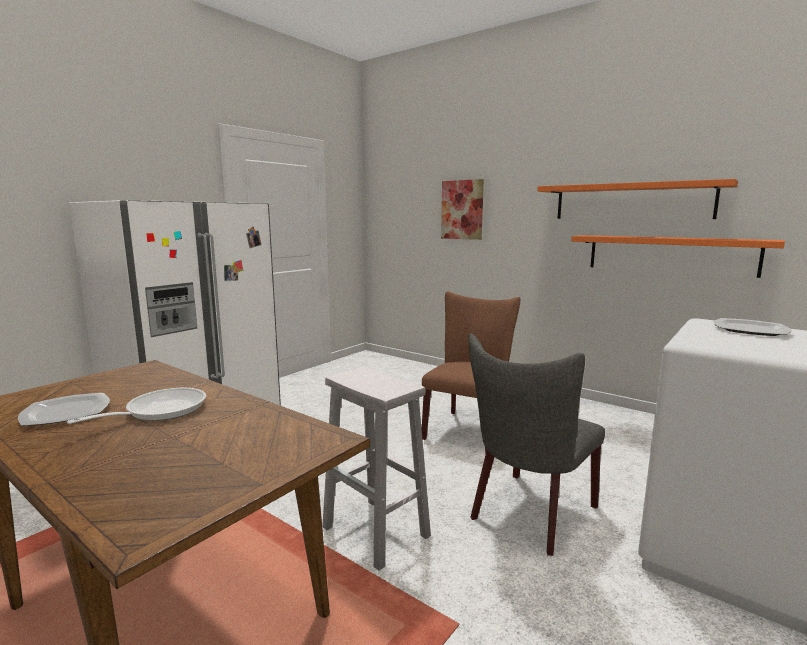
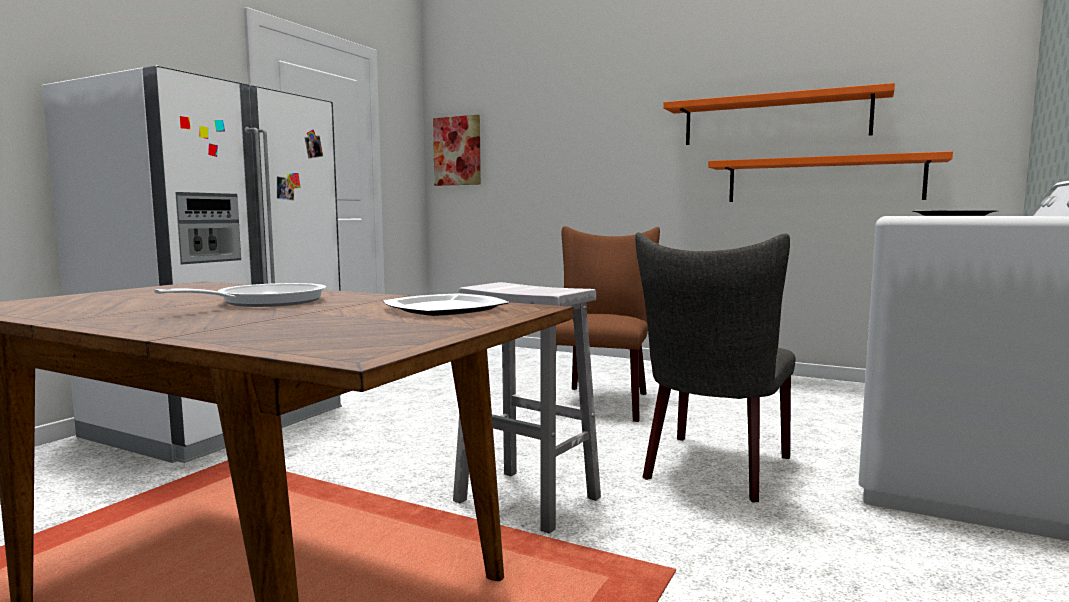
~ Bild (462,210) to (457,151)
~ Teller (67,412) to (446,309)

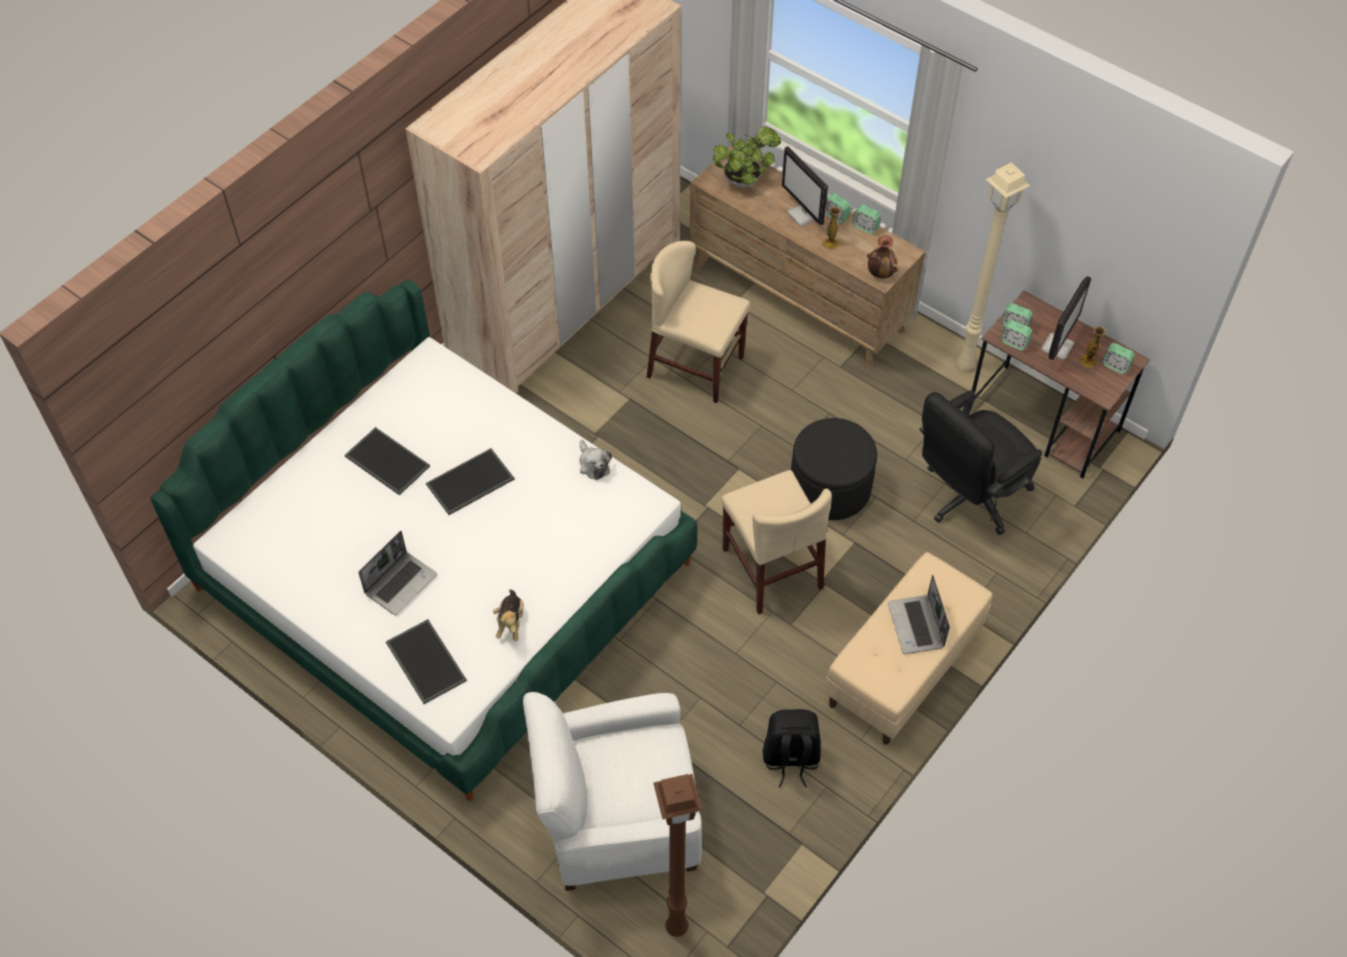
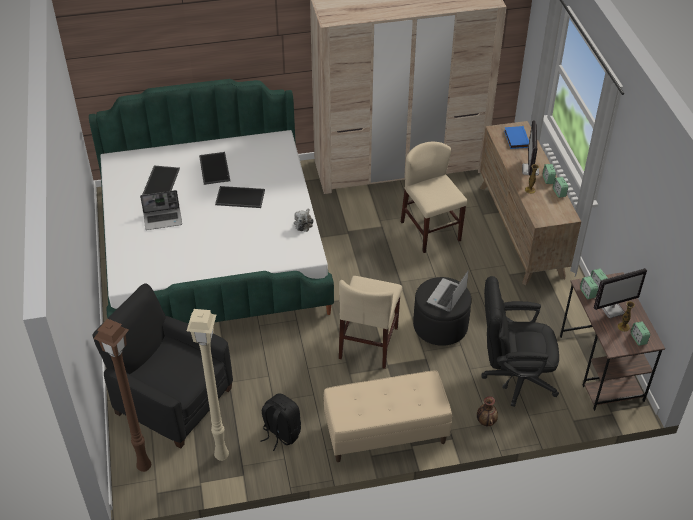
~ Topfpflanze (744,180) to Buch/blau (516,139)
~ Stehlampe/beige (965,366) to (220,456)
~ Vase (880,273) to (486,421)
~ Laptop (917,626) to (447,296)
- Plüschtier (511,622)
~ Tablett (424,661) to (160,181)
~ Sessel/weiß (618,817) to Sessel/schwarz (172,400)

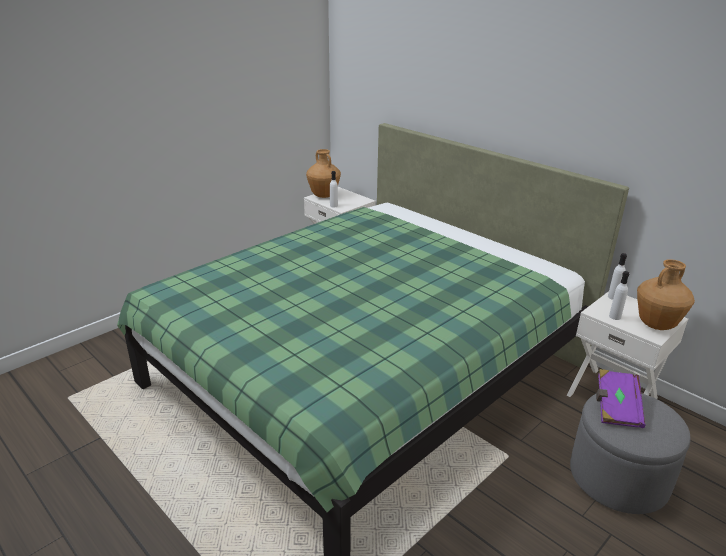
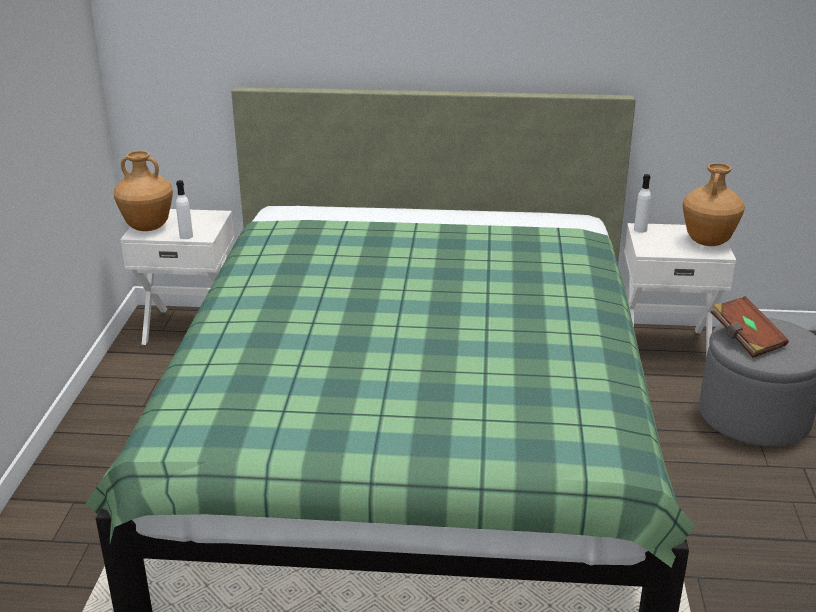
- Flasche/weiß (615,316)
~ Buch/lila (616,408) to Buch/braun (745,339)

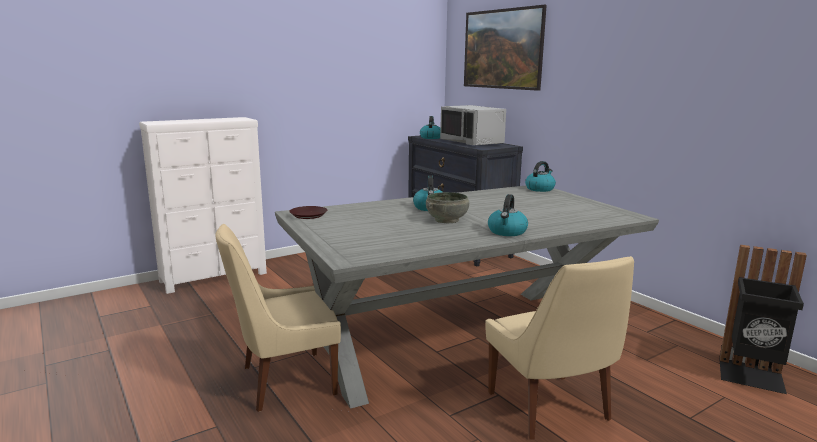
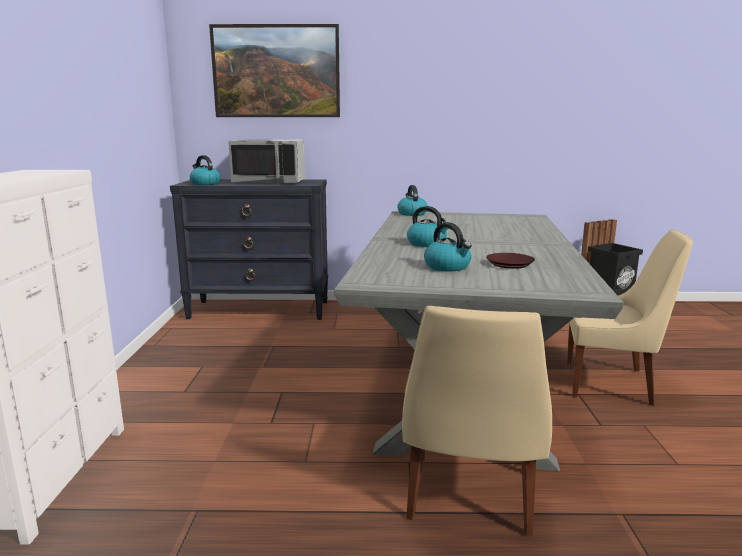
- Schüssel/grau (447,220)
~ Wasserkessel (507,232) to (448,267)
~ Teller/braun (309,215) to (509,264)

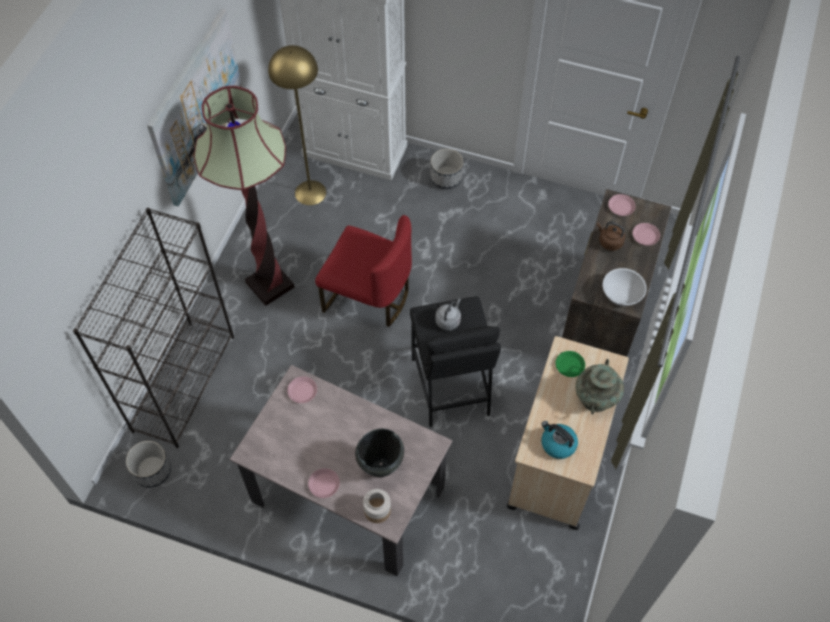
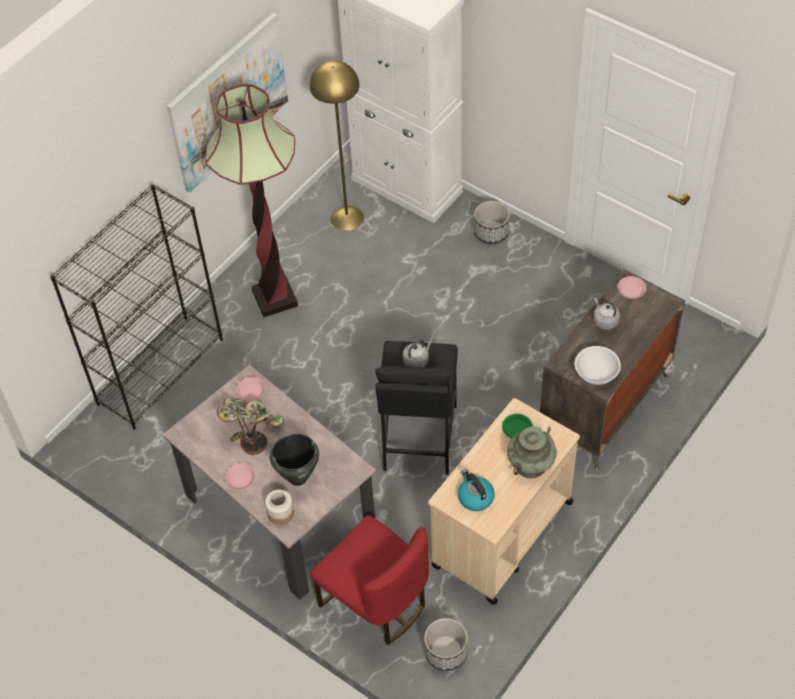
~ Stuhl/rot (368,297) to (376,602)
~ Wasserkessel/braun (609,242) to Wasserkessel/grau (604,320)
- Teller/rosa (645,236)
~ Pflanzkübel (152,471) to (445,653)
+ Topfpflanze (250,430)

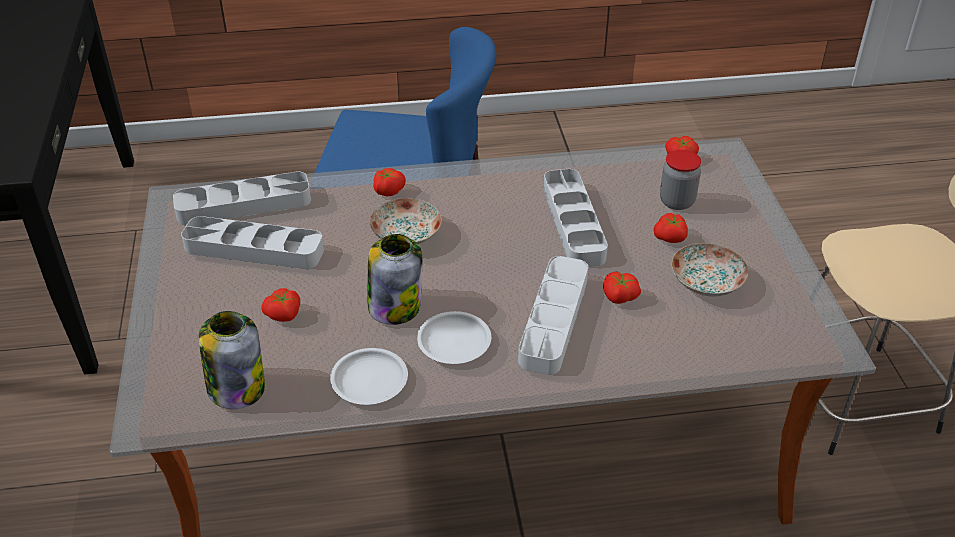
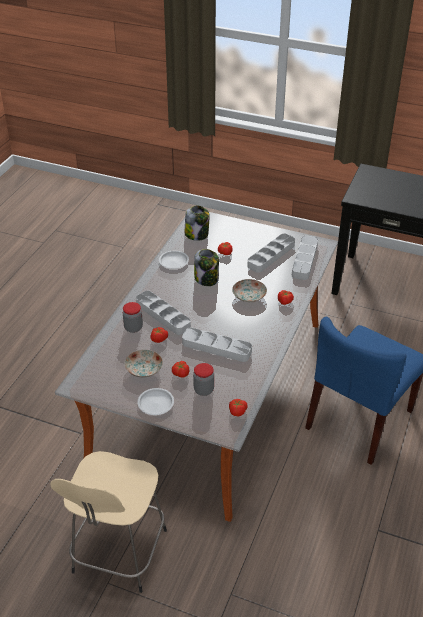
~ Teller/weiß (454,342) to (155,403)
+ Vorratsglas (133,328)

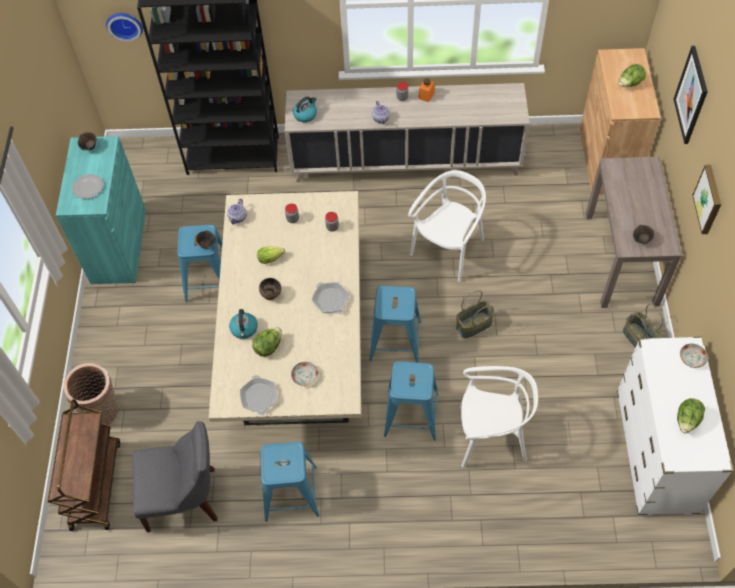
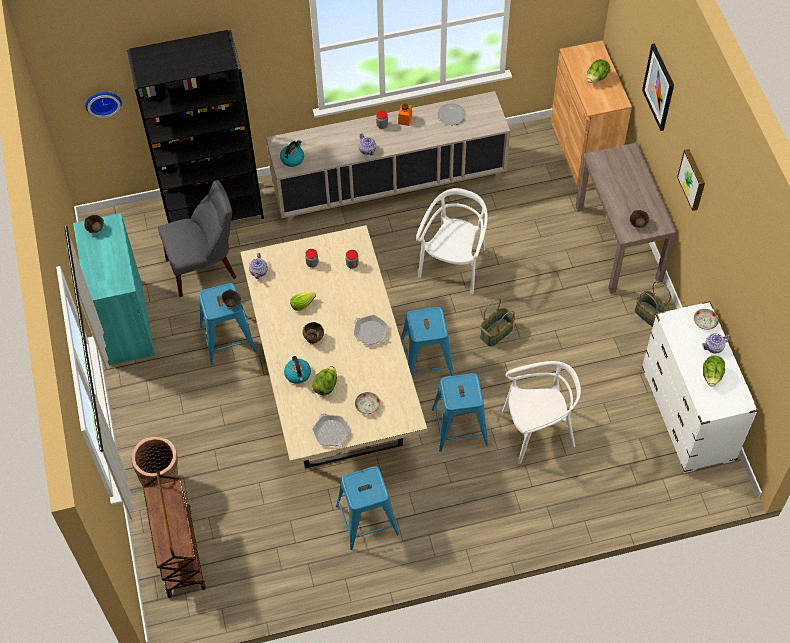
~ Teller (88,187) to (451,115)
~ Stuhl/grau (185,498) to (204,267)
+ Teekanne (714,347)

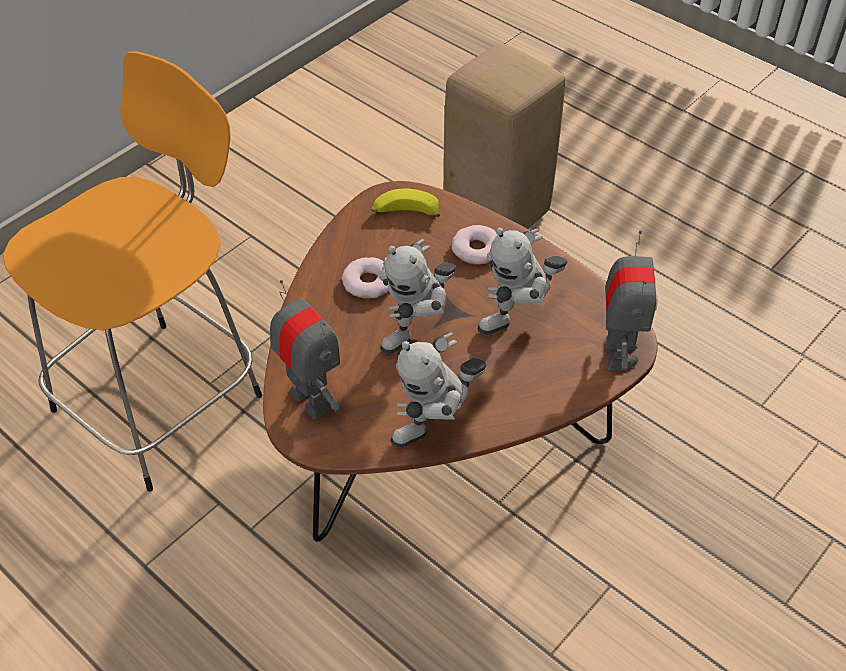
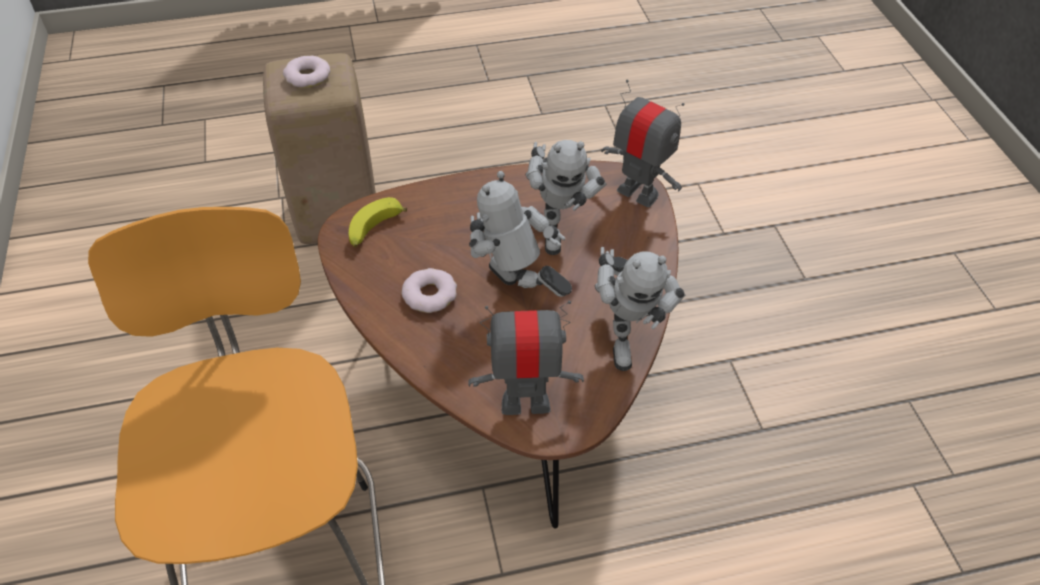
~ Donut (477,249) to (307,76)
~ Spielzeugroboter (419,333) = (517,293) 150 degrees clockwise

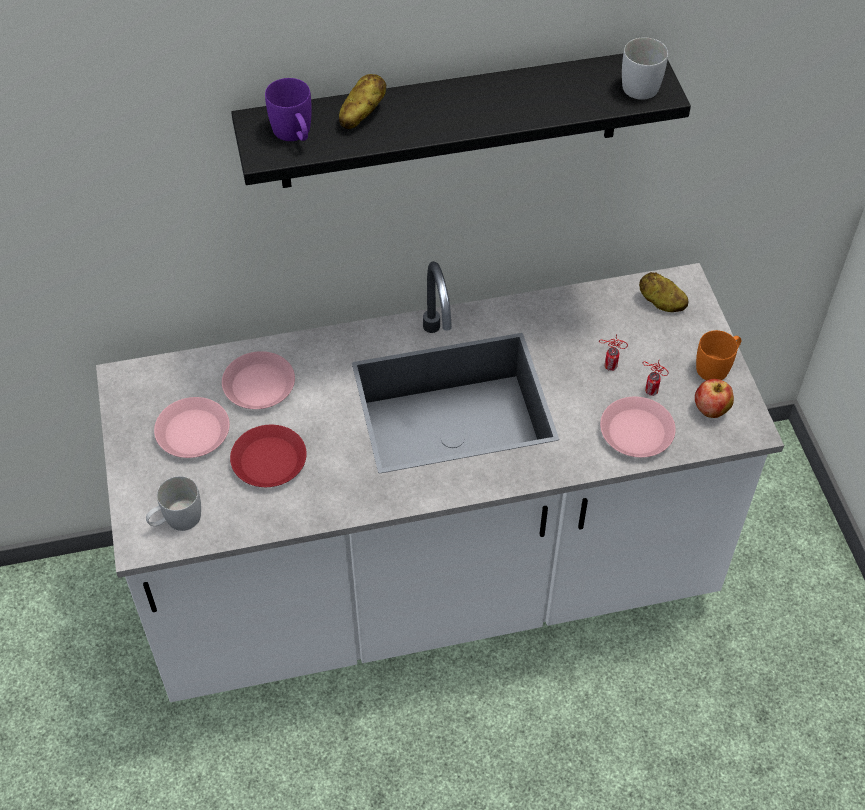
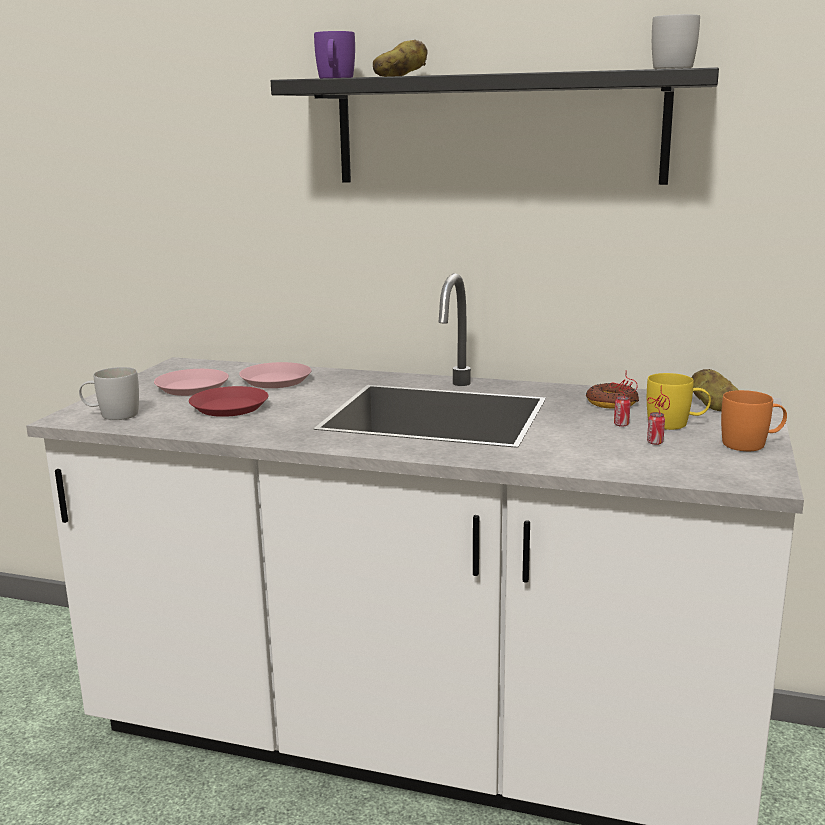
- Apfel (710,410)
- Teller/rosa (636,431)
+ Henkelbecher/gelb (676,424)
+ Donut (611,402)

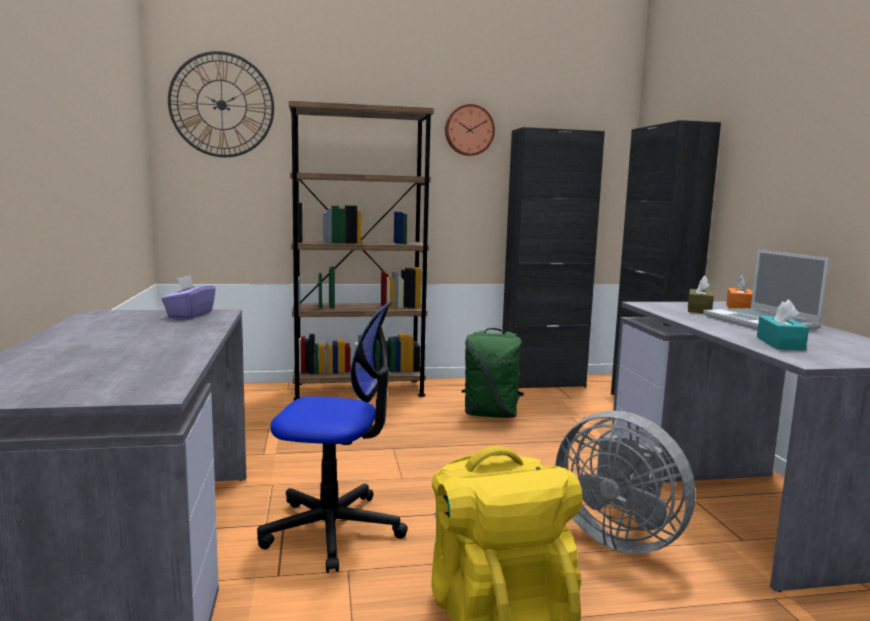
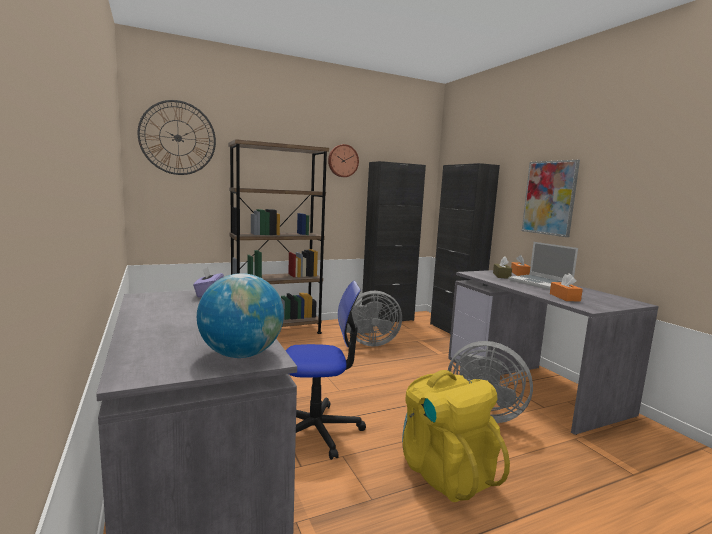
~ Taschentuchbox/türkis (780,343) to Taschentuchbox/orange (564,297)
~ Rucksack/grün (491,414) to Ventilator/grau (369,342)
+ Bild (549,198)
+ Globus (241,354)

